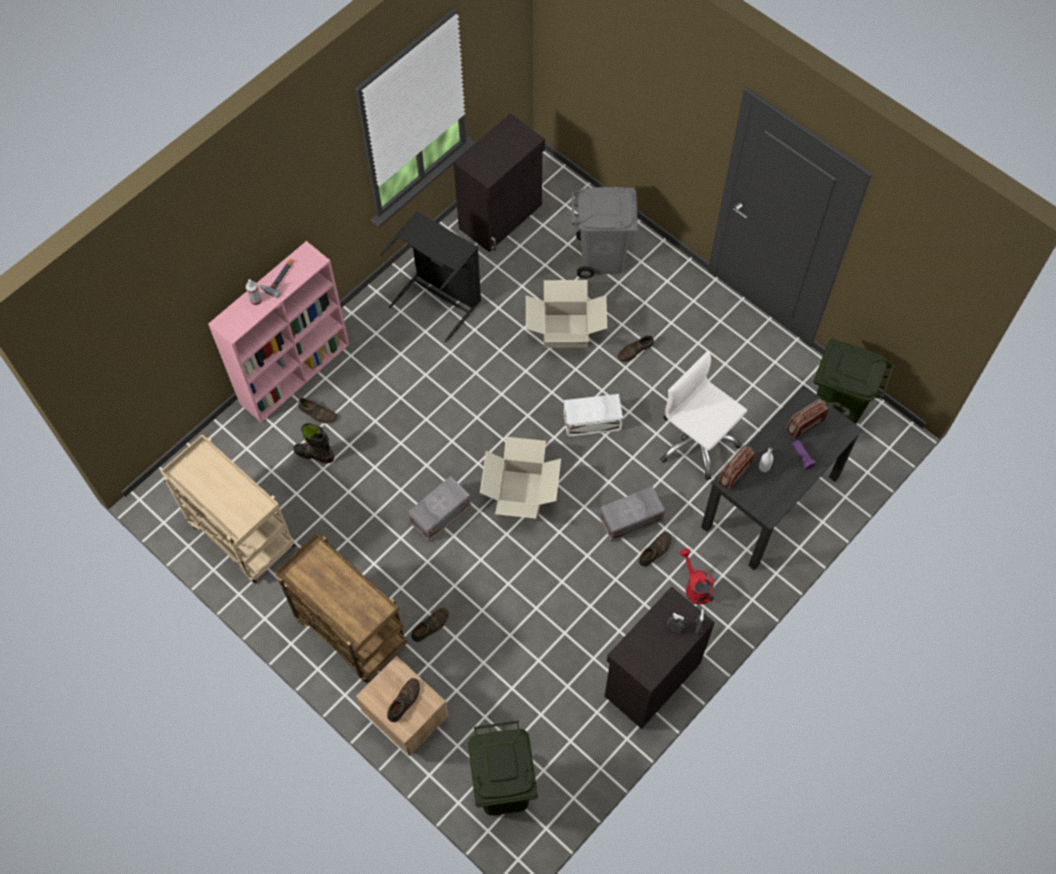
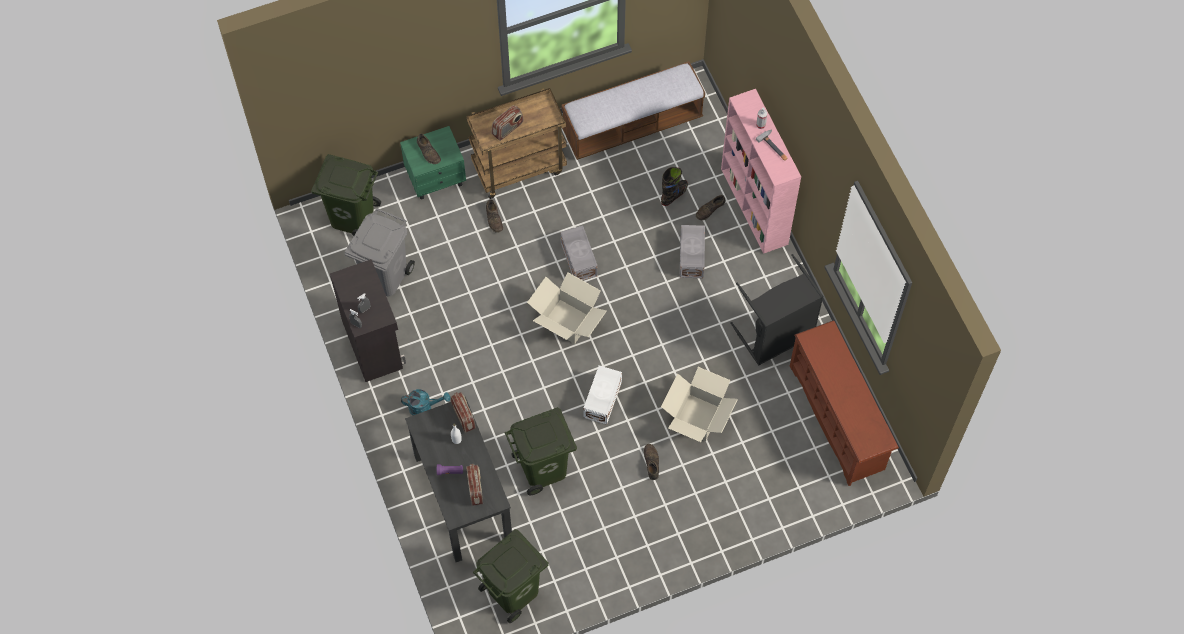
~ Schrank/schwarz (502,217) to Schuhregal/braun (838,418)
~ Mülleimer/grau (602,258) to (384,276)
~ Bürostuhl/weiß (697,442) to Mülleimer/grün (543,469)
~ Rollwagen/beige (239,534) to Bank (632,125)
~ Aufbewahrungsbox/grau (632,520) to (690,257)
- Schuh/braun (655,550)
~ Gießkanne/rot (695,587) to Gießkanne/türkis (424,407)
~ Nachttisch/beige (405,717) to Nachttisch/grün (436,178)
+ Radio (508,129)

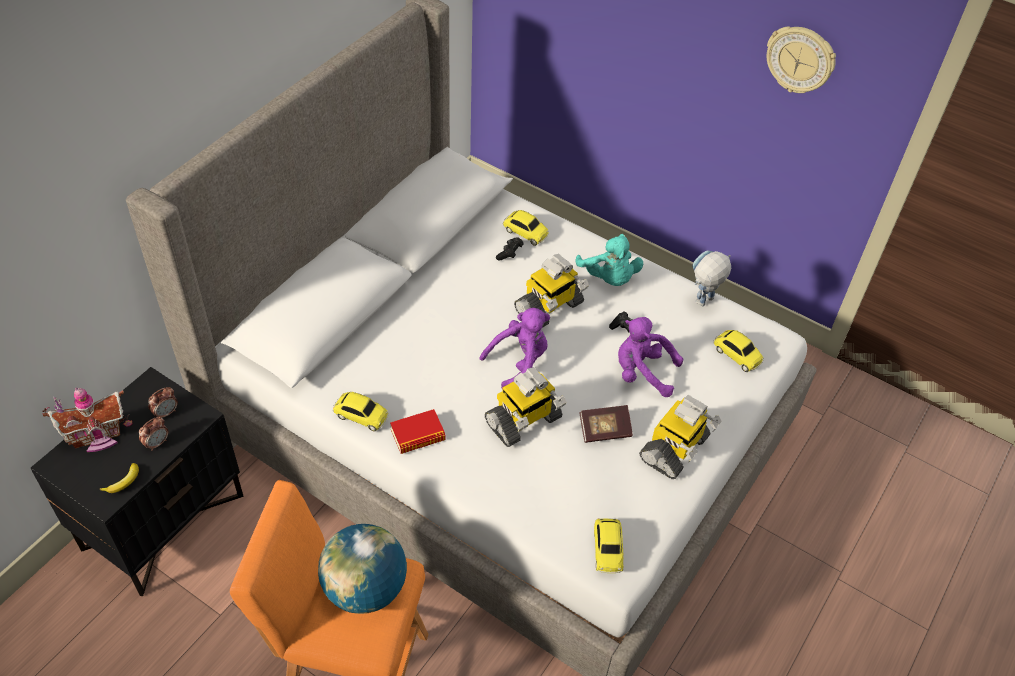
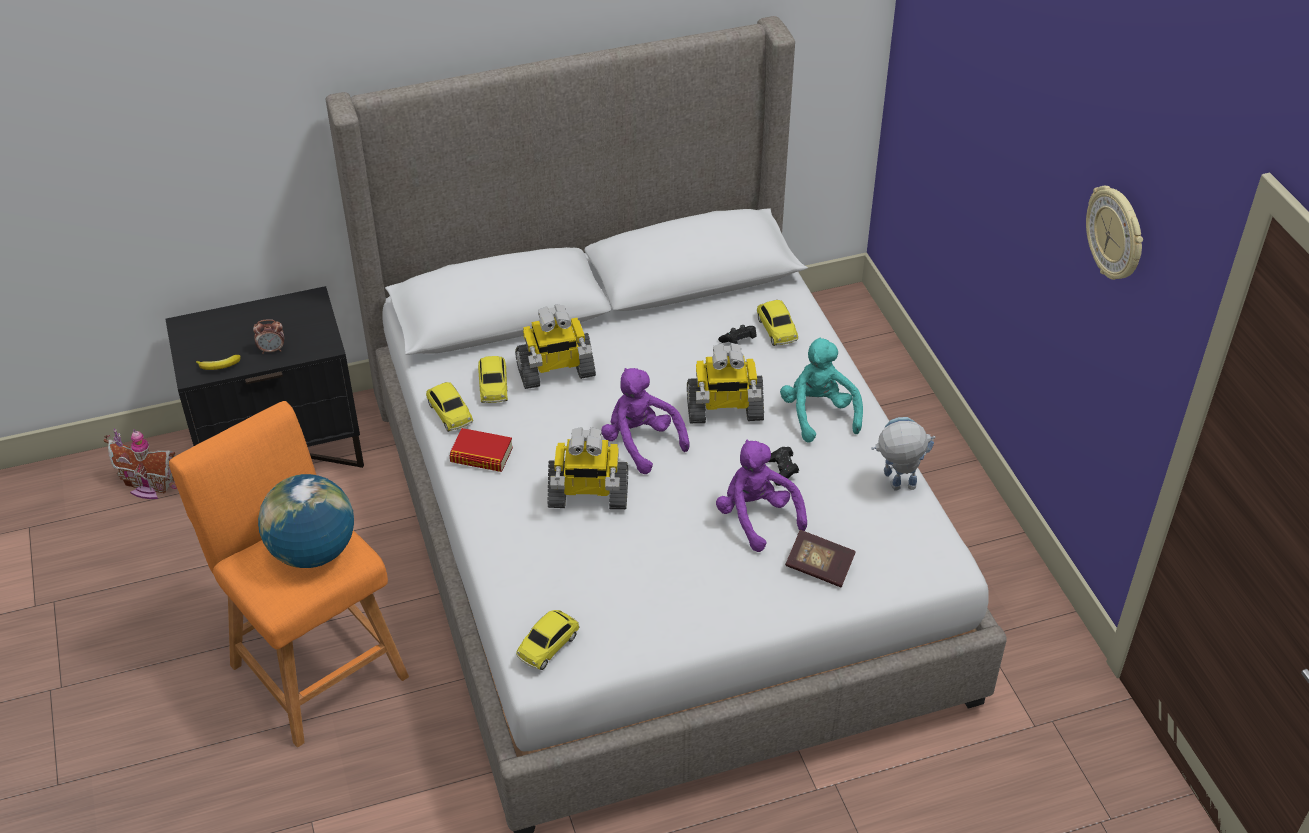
~ Plüschtier/türkis (609,278) = (818,413) 150 degrees clockwise
~ Plüschtier/lila (519,362) = (641,442) 135 degrees counterclockwise
~ Spielzeugauto (736,355) to (493,386)
~ Spielzeughaus (98,437) to (148,486)
- Wecker (166,413)
~ Spielzeugroboter (675,449) to (555,371)
~ Buch (604,430) to (819,567)

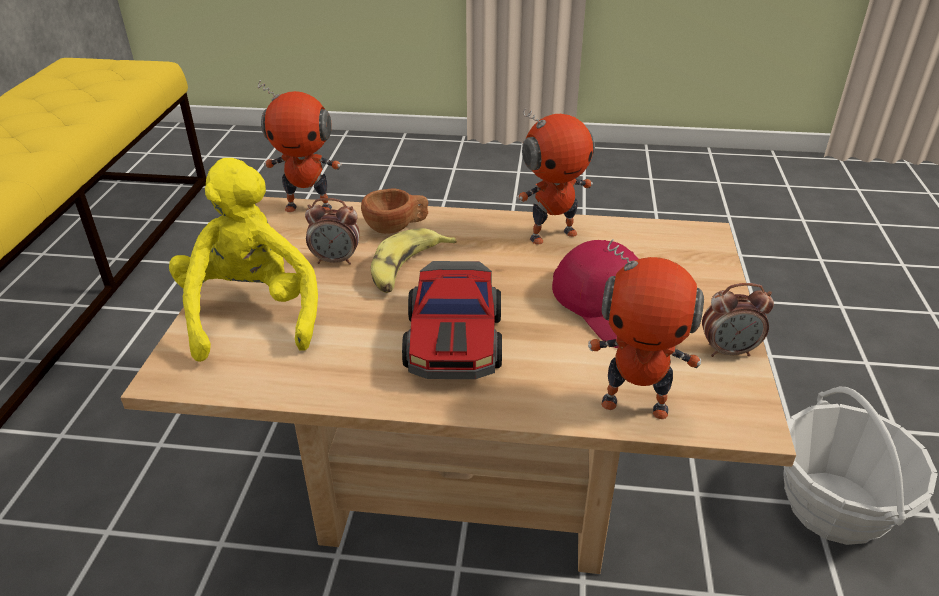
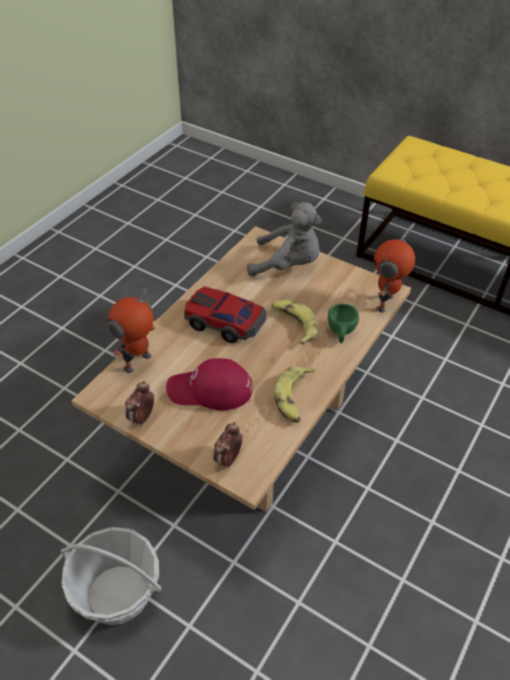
~ Spielzeugroboter (552,234) to Banane (294,398)
~ Plüschtier/gelb (252,314) to Plüschtier/grau (288,265)
~ Tasse/braun (397,228) to Tasse/grün (341,332)
~ Wecker (336,260) to (228,459)

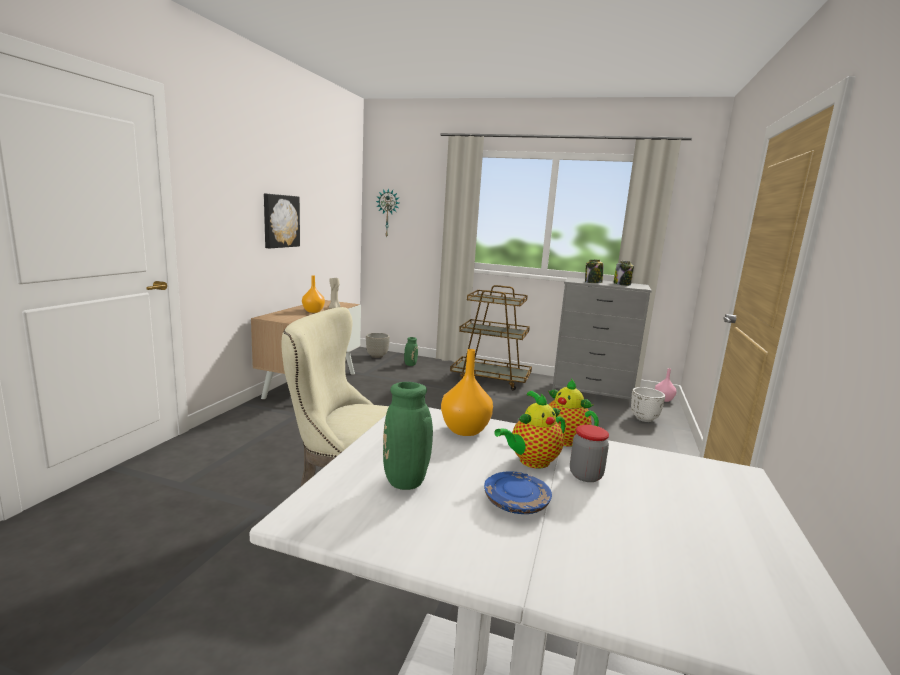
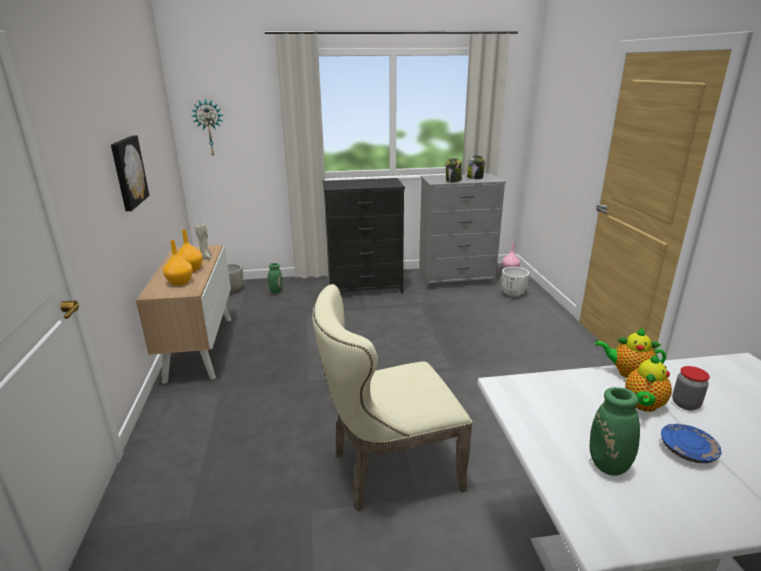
~ Rollwagen/braun (491,379) to Kommode/schwarz (364,288)
~ Vase/orange (464,430) to (179,283)

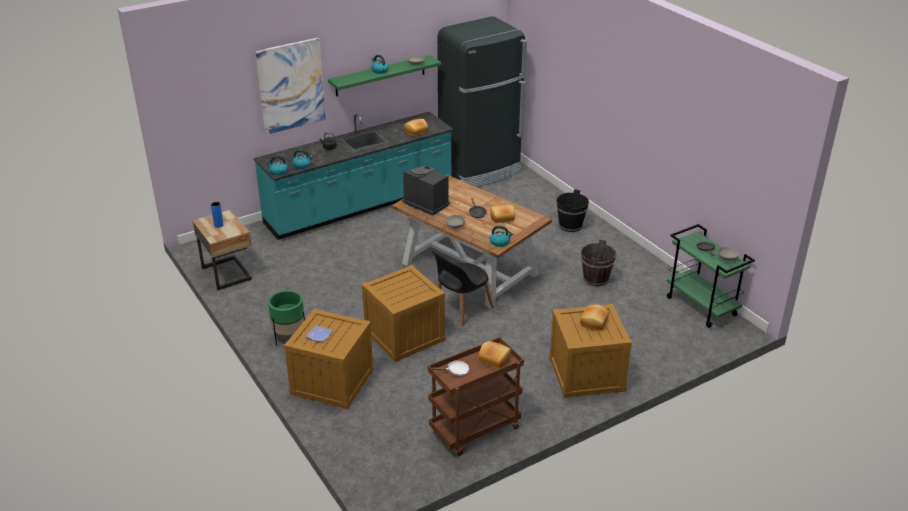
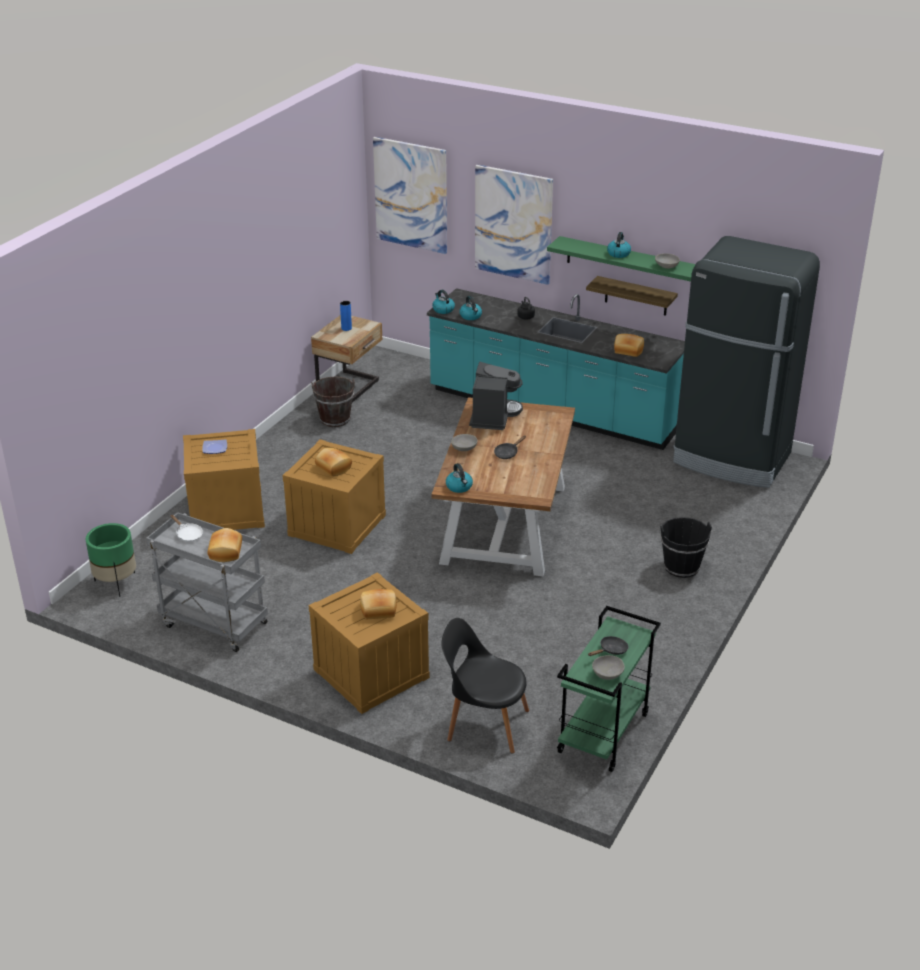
~ Brot (502,218) to (333,468)
~ Eimer/braun (596,279) to (335,420)
~ Stuhl/schwarz (461,308) to (484,724)
~ Pflanzkübel/grün (289,336) to (116,583)
~ Rollwagen/braun (475,431) to Rollwagen/grau (213,624)
+ Bild (411,195)
+ Wandregal (636,296)

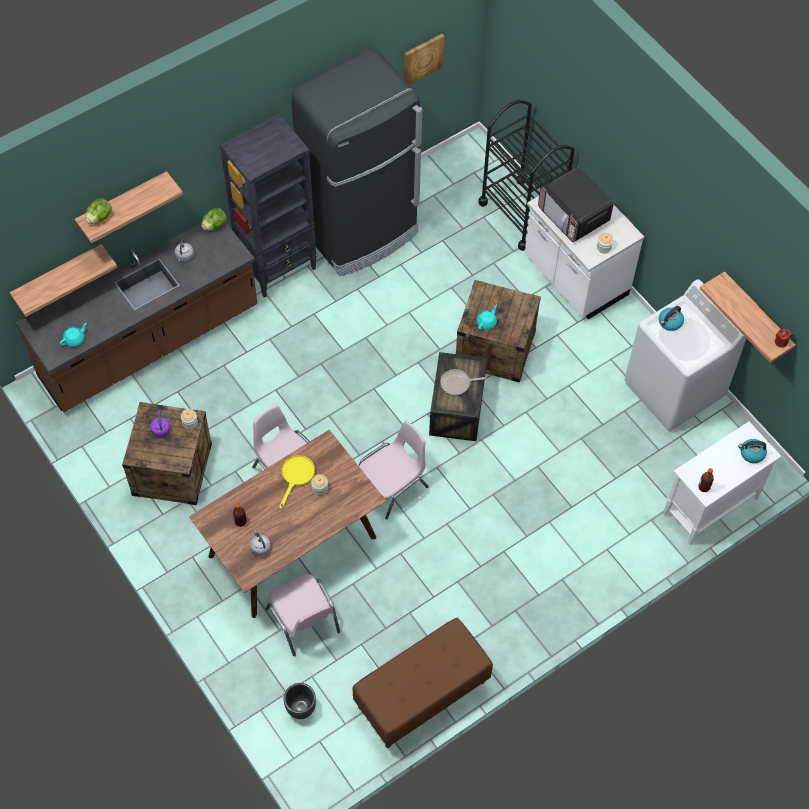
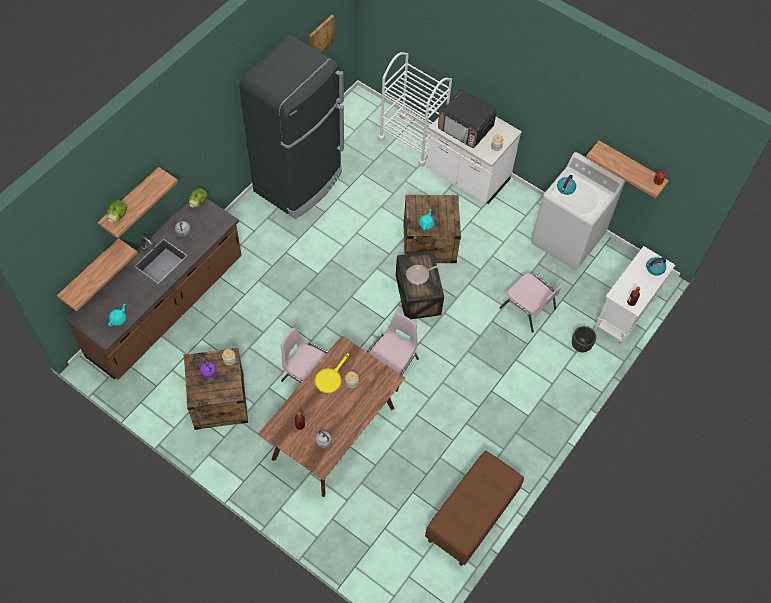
~ Rollwagen/schwarz (521,214) to Rollwagen/weiß (412,140)
- Bücherregal/schwarz (278,266)
~ Pfanne/gelb (296,476) = (330,378) 150 degrees counterclockwise
~ Stuhl/rosa (304,621) to (528,309)
~ Pflanzkübel/schwarz (300,708) to (580,346)

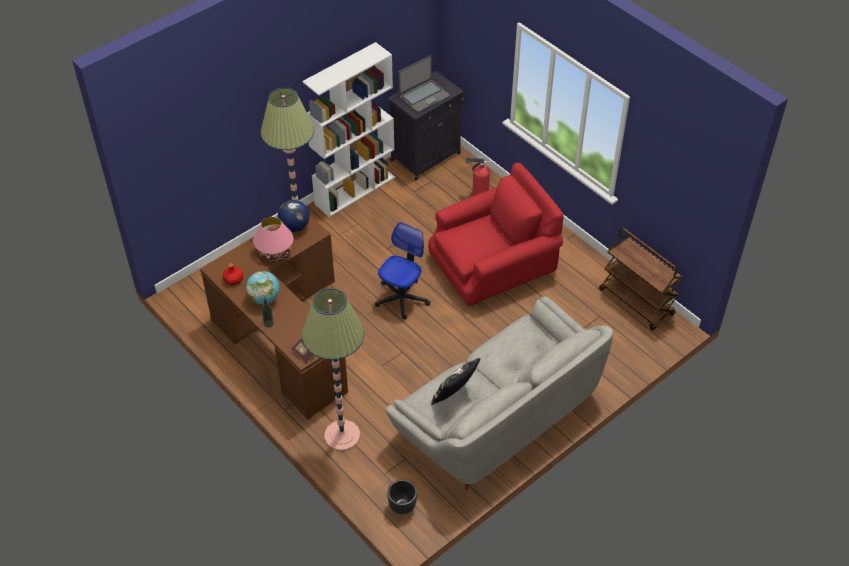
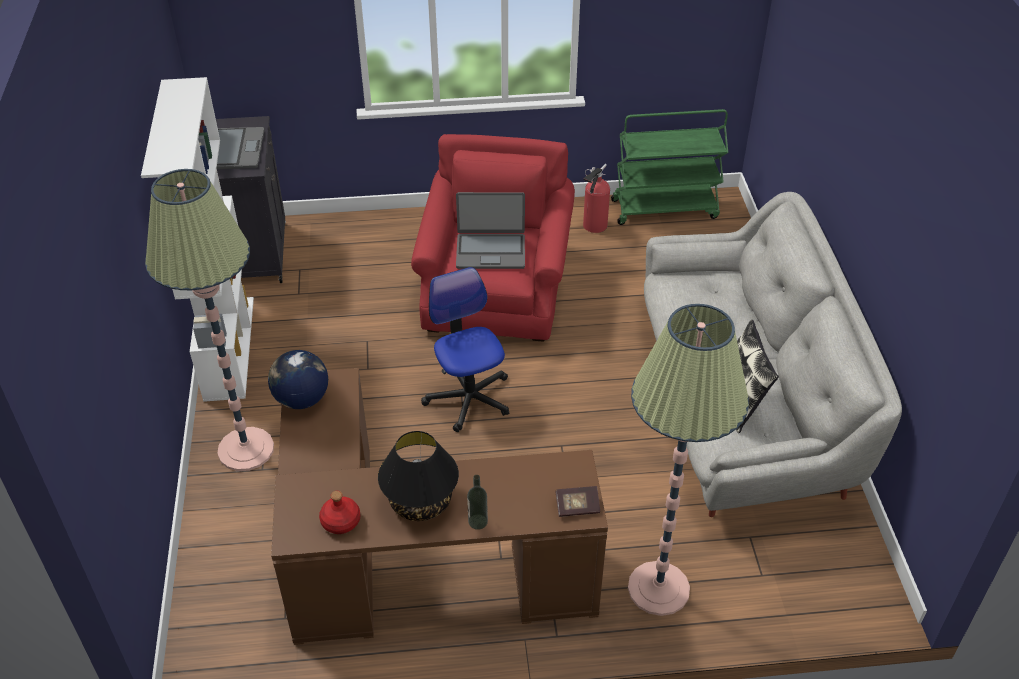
~ Feuerlöscher (478,193) to (593,226)
- Tischlampe/rosa (275,253)
~ Rollwagen/braun (637,302) to Rollwagen/grün (665,208)
~ Globus (264,298) to Tischlampe/schwarz (420,501)
- Pflanzkübel/schwarz (402,506)
+ Laptop (490,251)

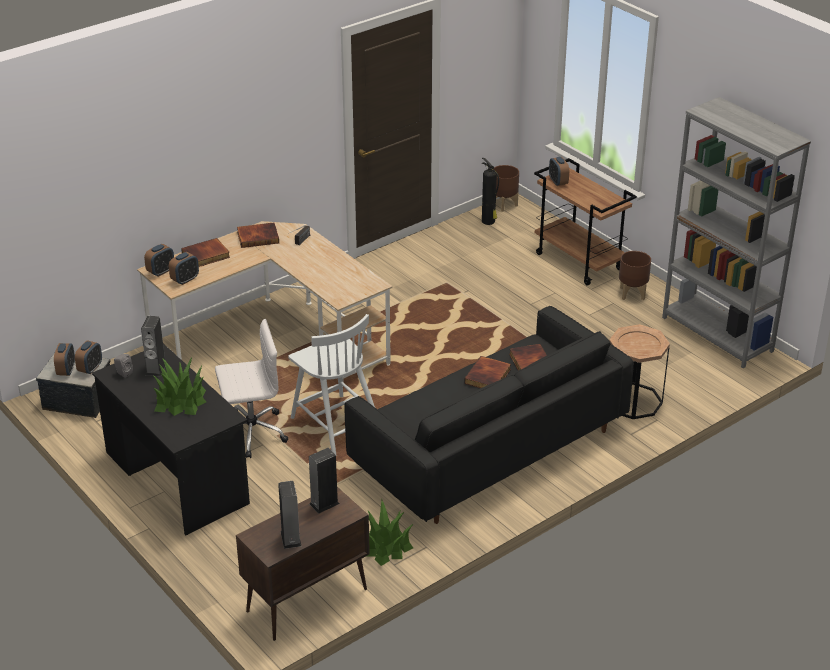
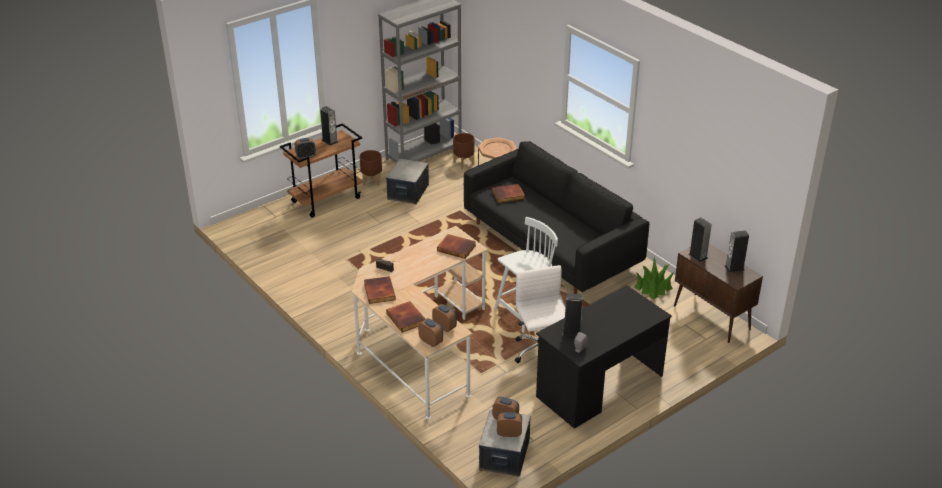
- Feuerlöscher (489,222)
~ Pflanzkübel/braun (504,204) to (463,163)
~ Buch (488,377) to (457,248)
- Topfpflanze (180,400)
+ Lautsprecher (330,141)
+ Aufbewahrungsbox (407,192)

